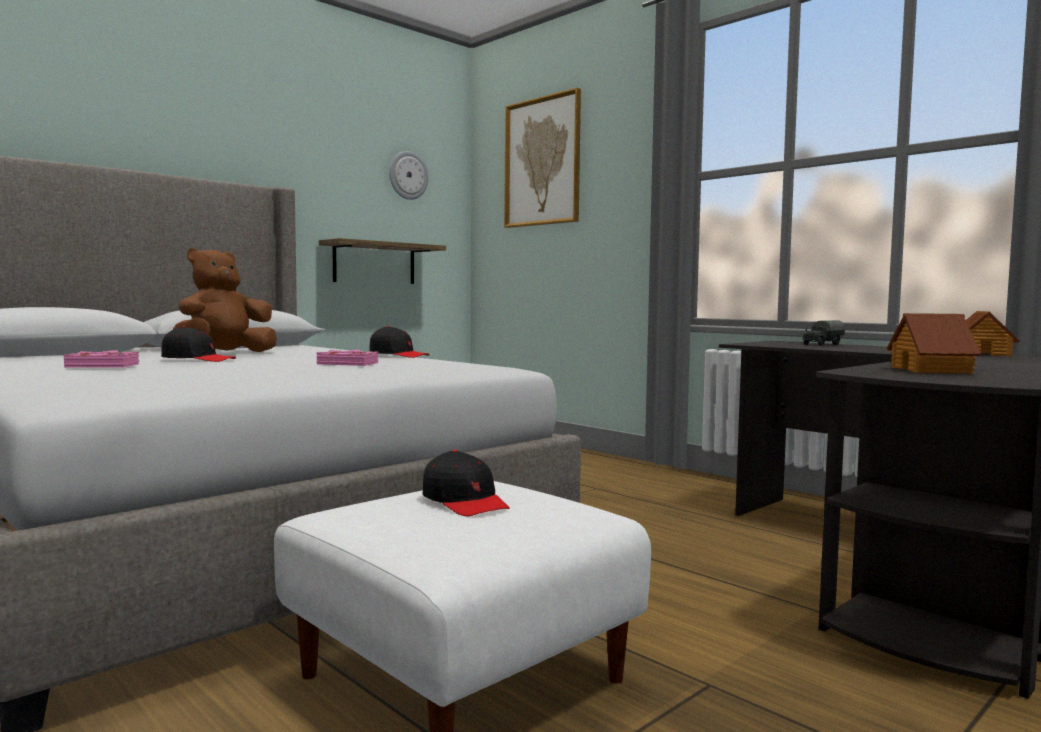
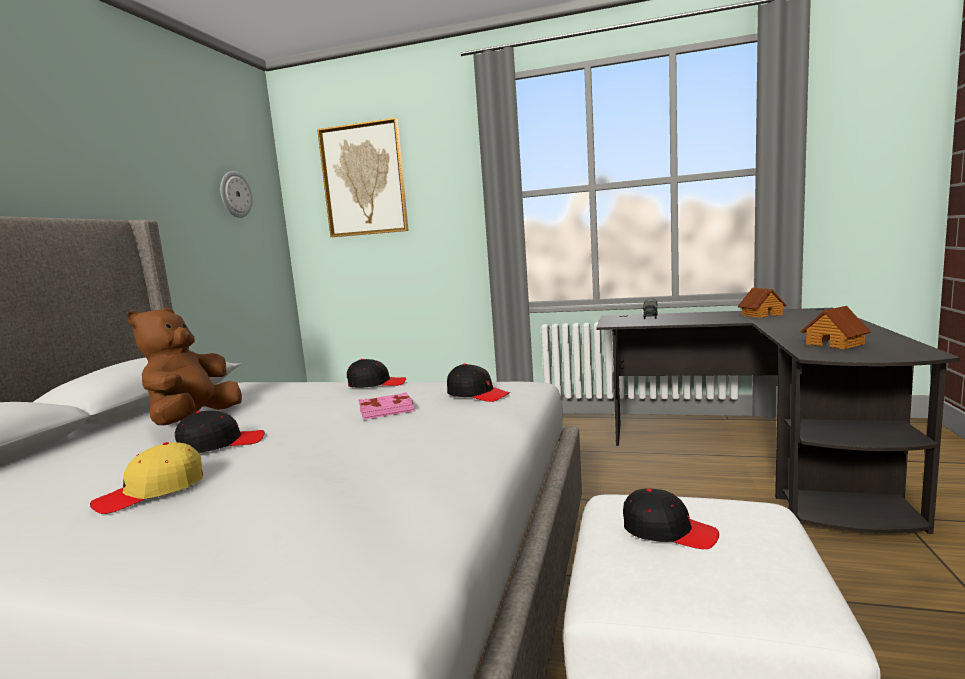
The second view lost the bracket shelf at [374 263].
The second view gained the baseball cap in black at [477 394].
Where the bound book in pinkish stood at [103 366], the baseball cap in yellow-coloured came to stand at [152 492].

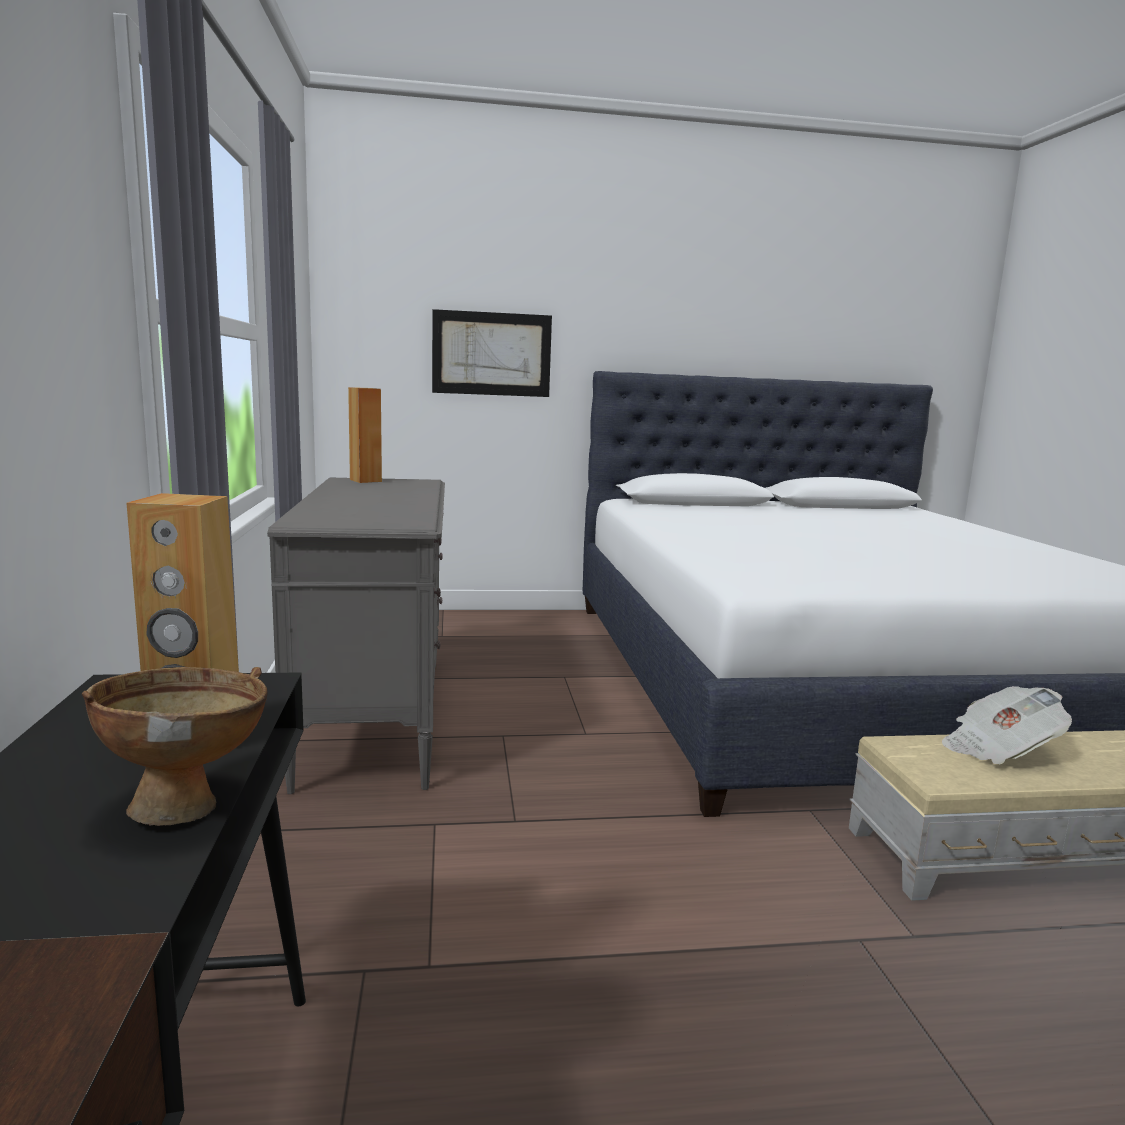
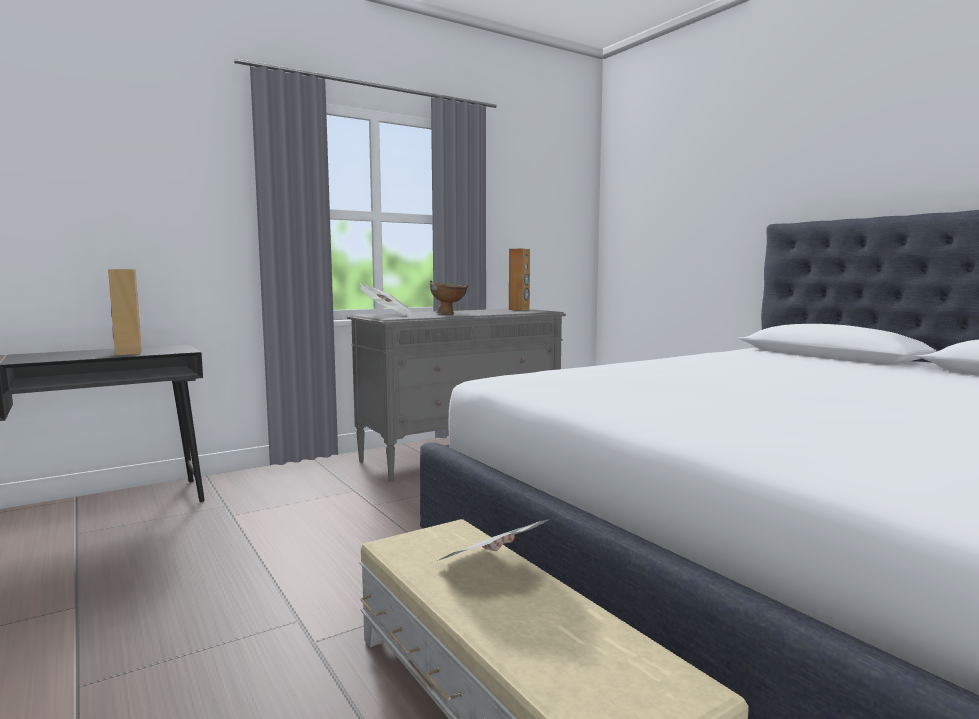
The second view lost the picture at [491 354].
The second view gained the daily paper at [387 315].
The serving bowl in brownish ended up elsewhere, having gone from [191 803] to [449 314].

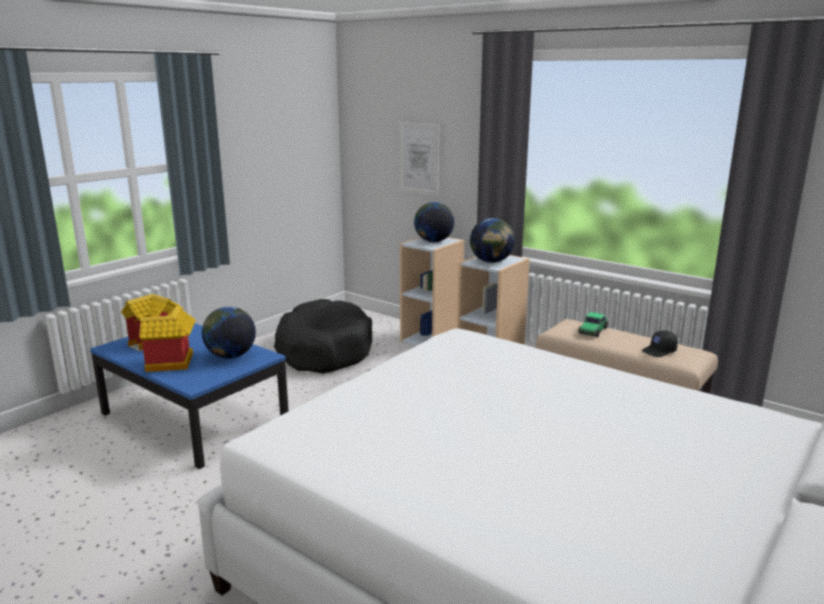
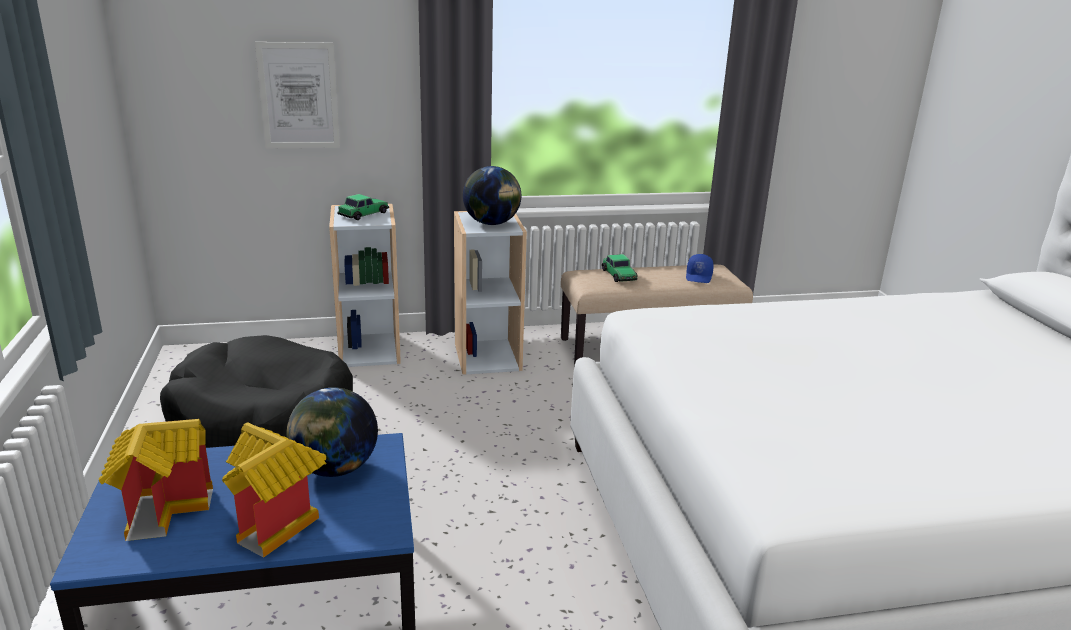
Where the globe stood at [433 241], the model car came to stand at [364 214].
What was the baseball cap in black at [659 351] turned into the baseball cap in blue at [699 277].

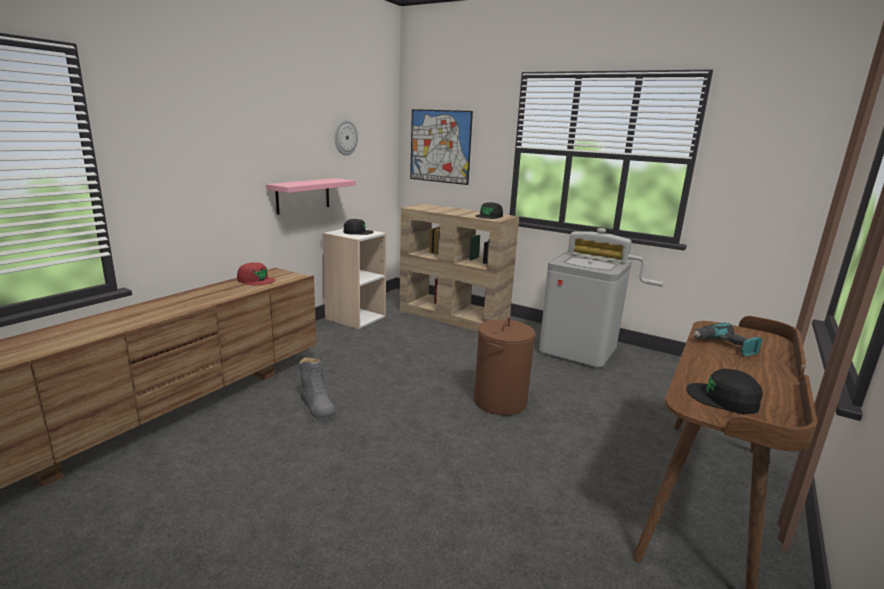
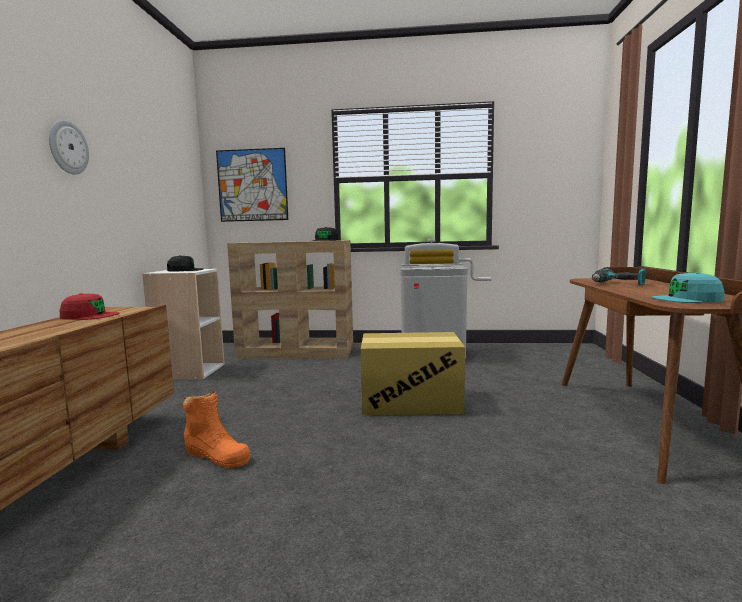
The second view lost the bracket shelf in pinkish at [303 195].
The wall clock ended up elsewhere, having gone from [345 137] to [68 147].
Where the laundry basket in brownish stood at [500 401], the packing box came to stand at [410 401].
What was the boot in greyish at [317 406] turned into the boot in orangey at [217 456].
What was the baseball cap in black at [723 399] turned into the baseball cap in turquoise at [688 299].

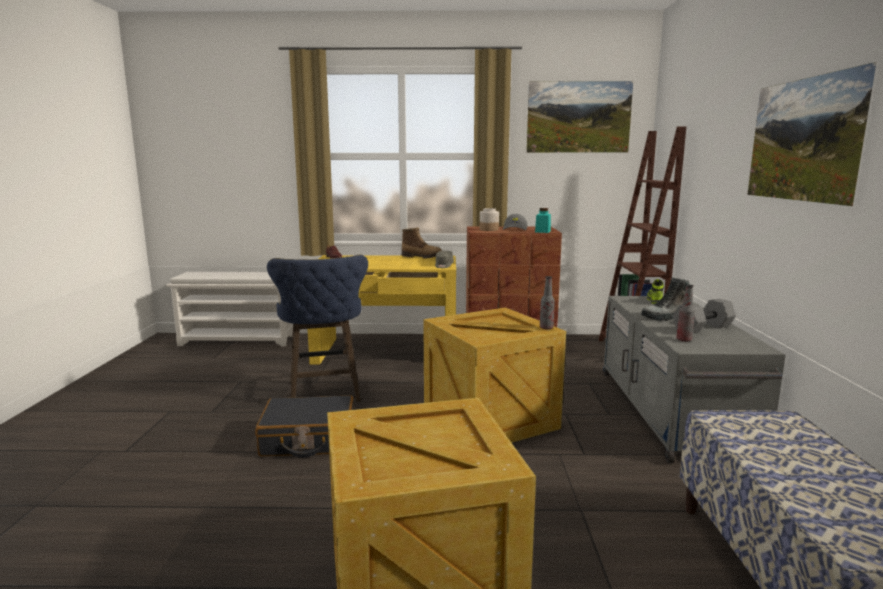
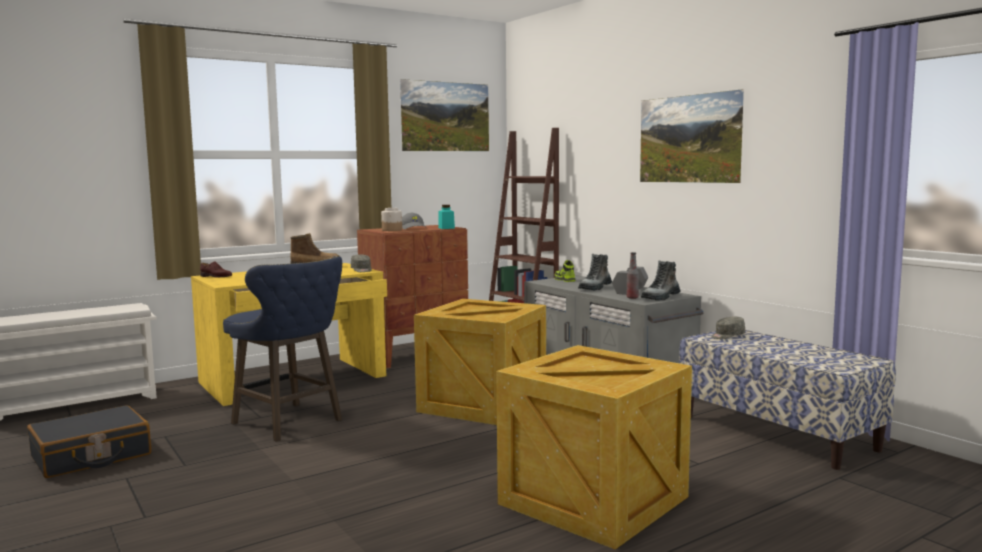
The second view lost the beverage bottle at [546 328].
The second view gained the boot at [661 297].
The second view gained the baseball cap in greyish at [727 336].
The travel case in black ended up elsewhere, having gone from [308 439] to [91 456].

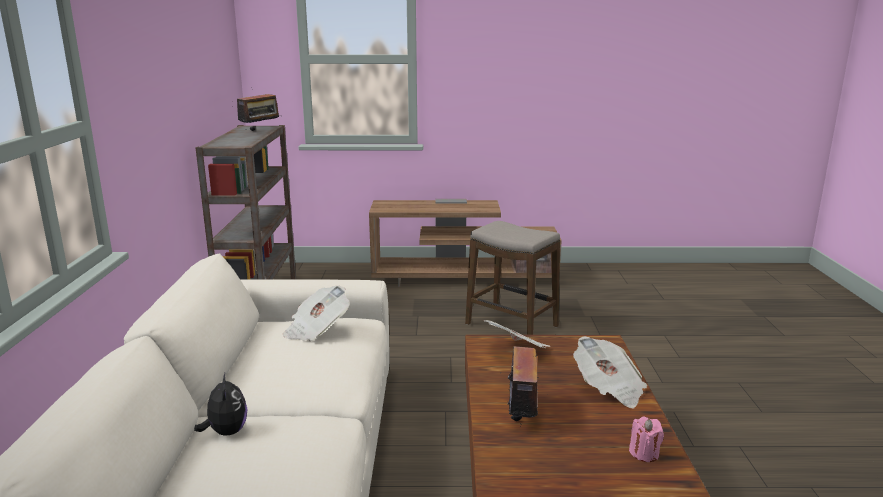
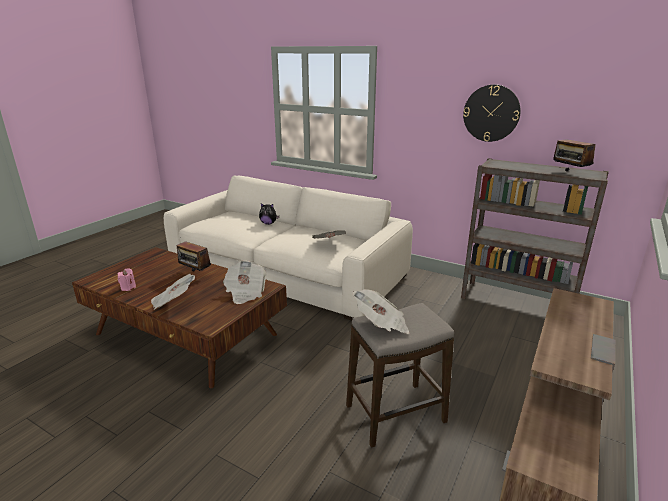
The second view gained the daily paper at [381 324].
The second view gained the wall clock at [491 113].

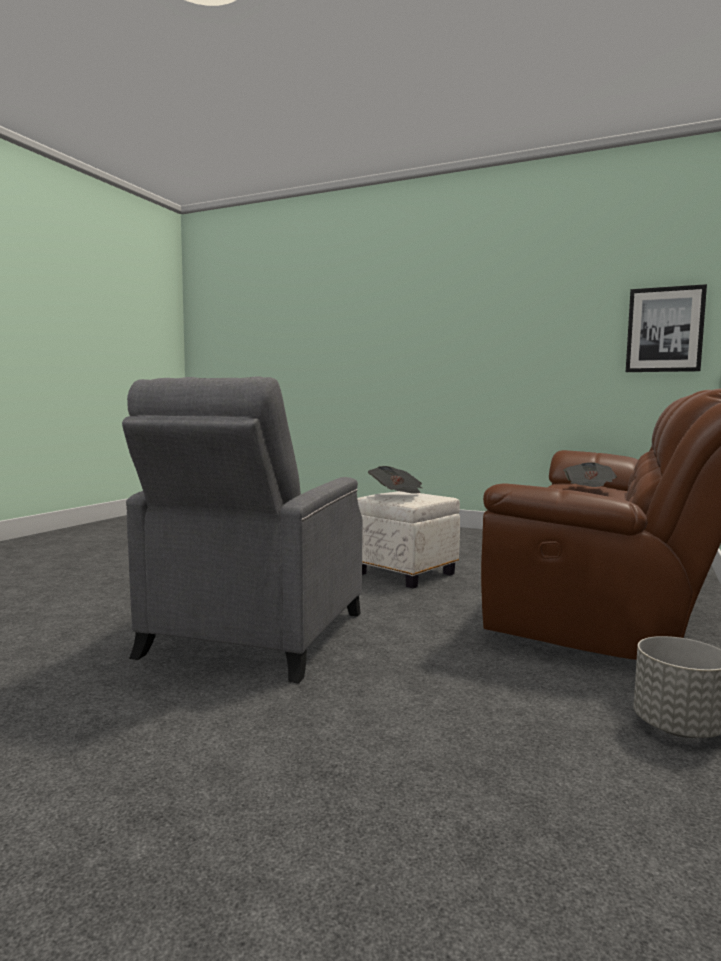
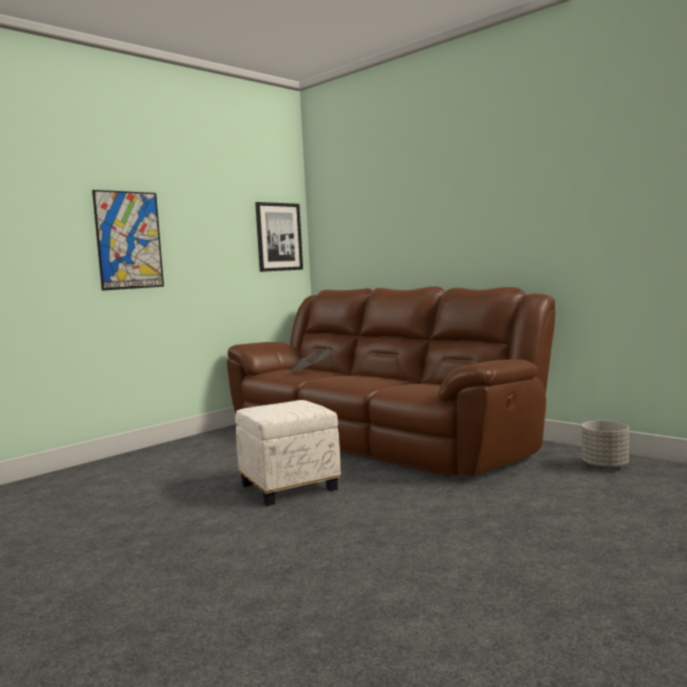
The second view lost the lounge chair in greyish at [251 637].
The second view lost the daily paper at [397 496].
The second view gained the picture at [129 240].

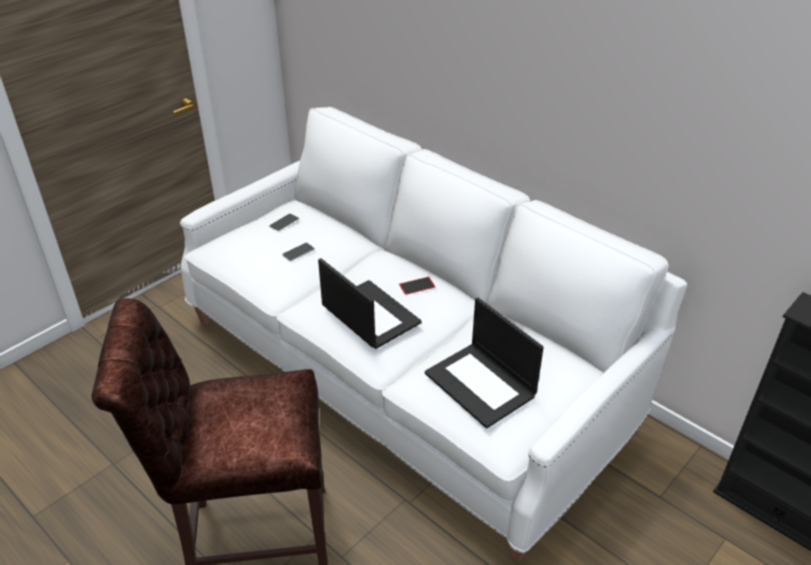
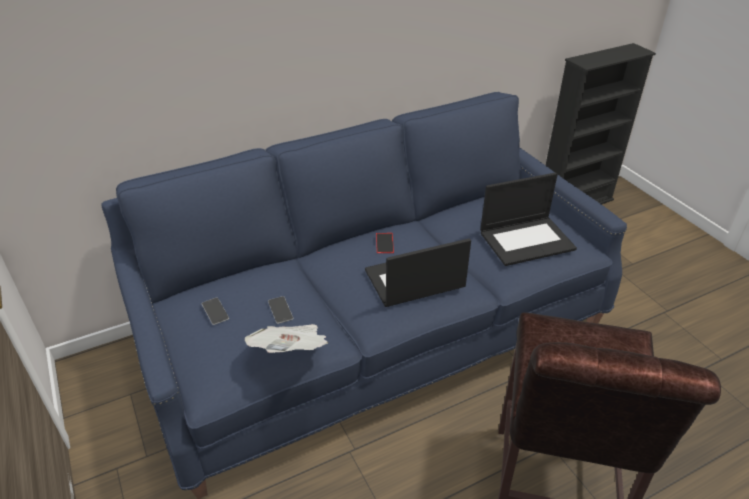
The second view gained the daily paper at [291 352].
What was the sofa in whitish at [406 370] turned into the sofa in blue at [375 334].

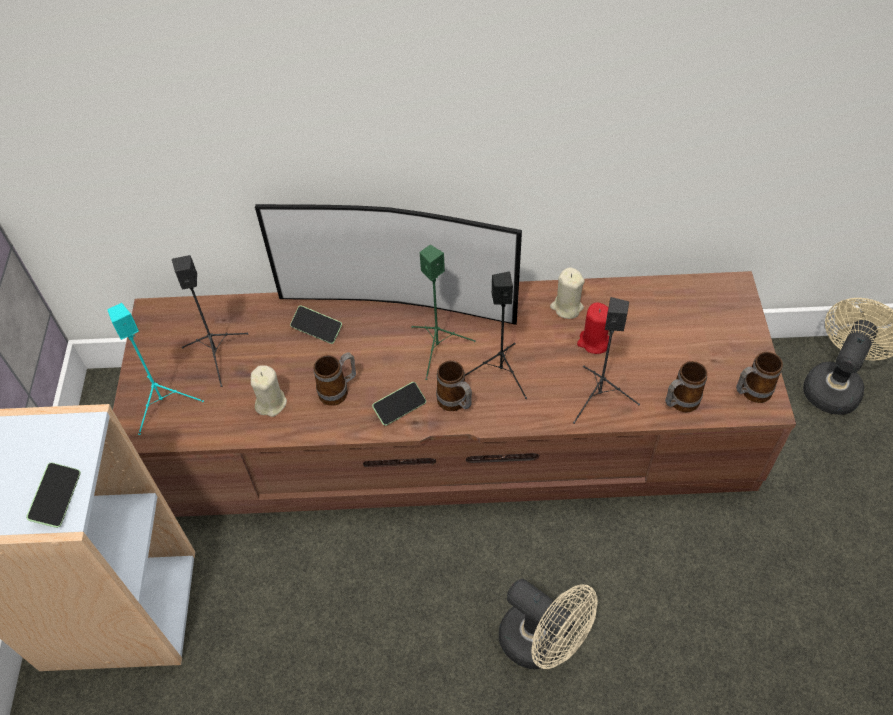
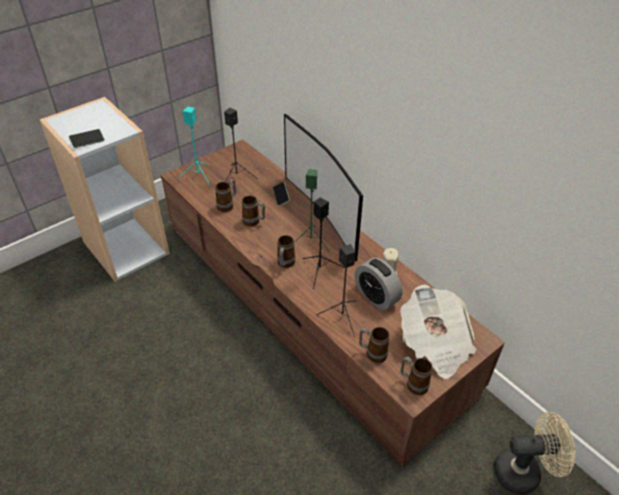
The second view lost the phone at [400 407].
The second view lost the electric fan in beige-coloured at [542 643].
The second view gained the daily paper at [435 344].
Where the wax candle in beige-coloured stood at [271 403], the mug came to stand at [228 205].
Where the wax candle in red-coloured stood at [593 342], the bedside clock came to stand at [376 296].

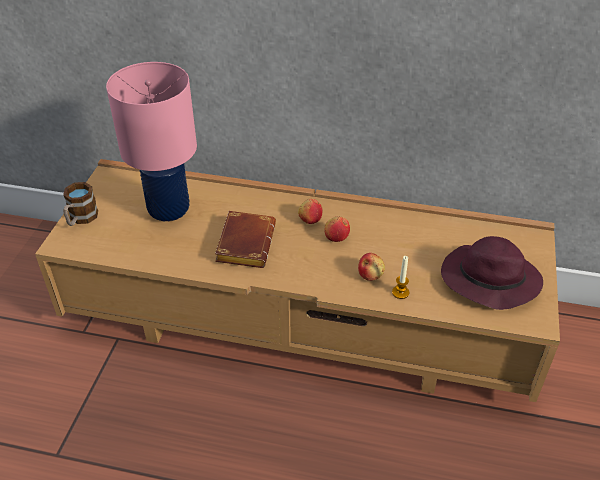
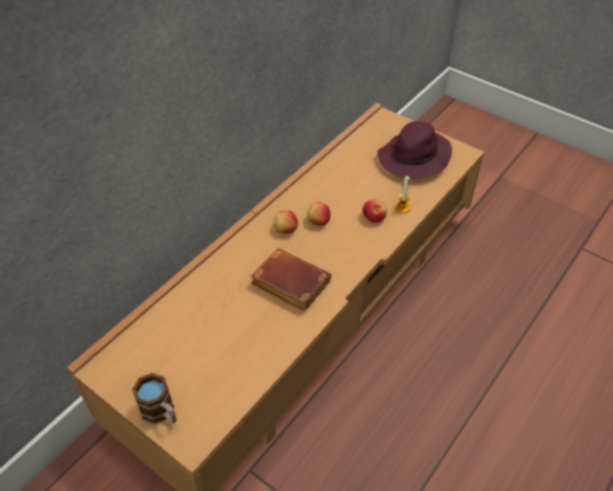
The second view lost the table lamp in pinkish at [170 212].

